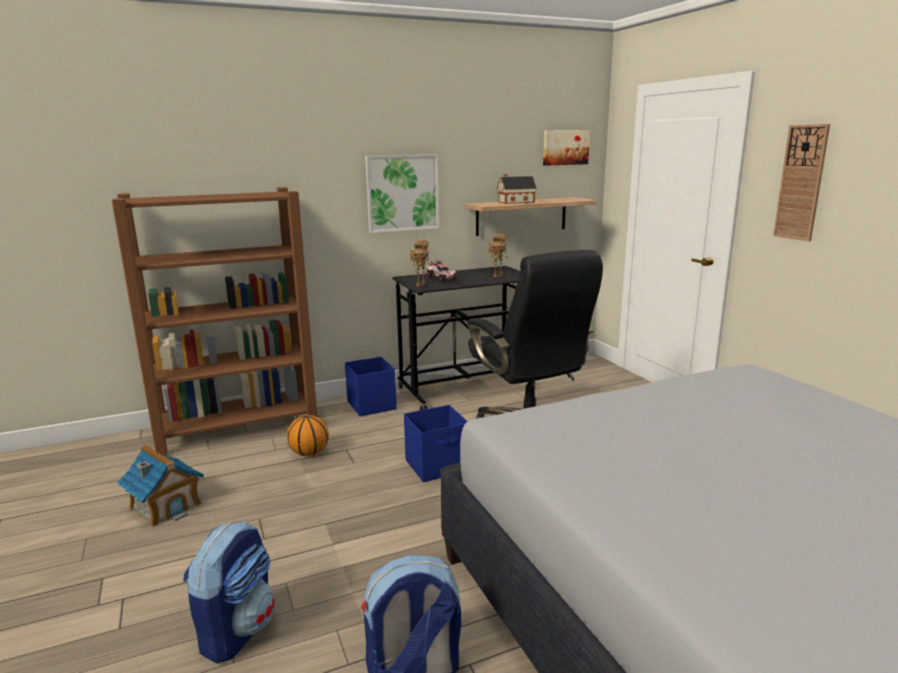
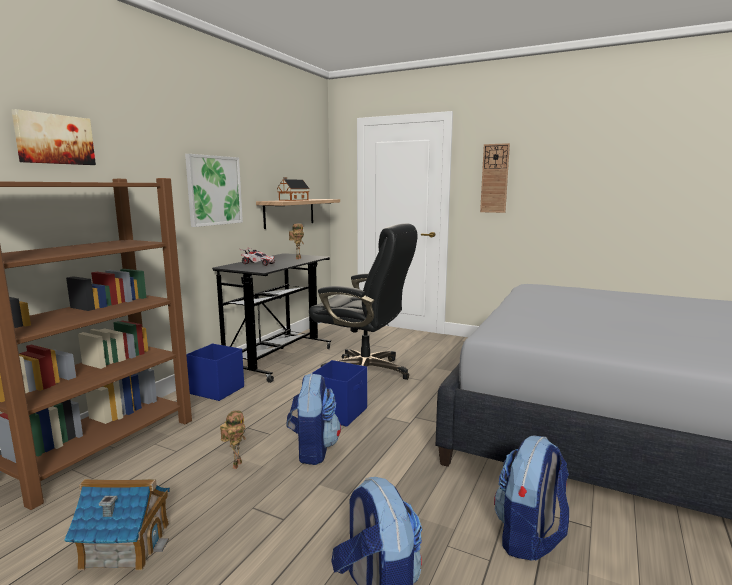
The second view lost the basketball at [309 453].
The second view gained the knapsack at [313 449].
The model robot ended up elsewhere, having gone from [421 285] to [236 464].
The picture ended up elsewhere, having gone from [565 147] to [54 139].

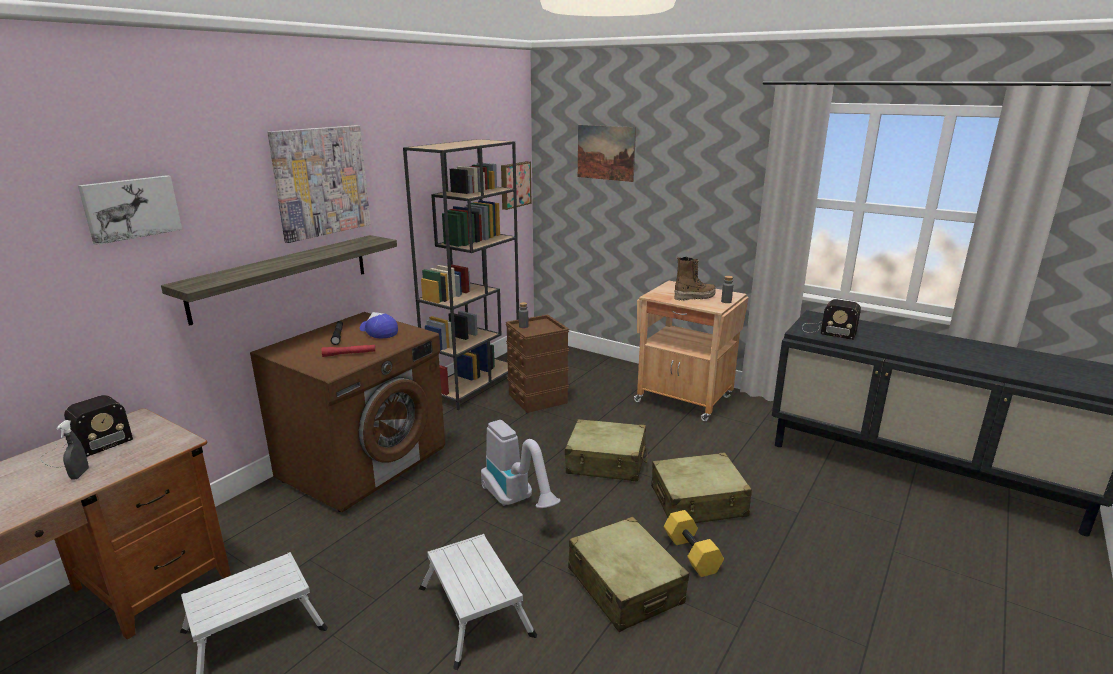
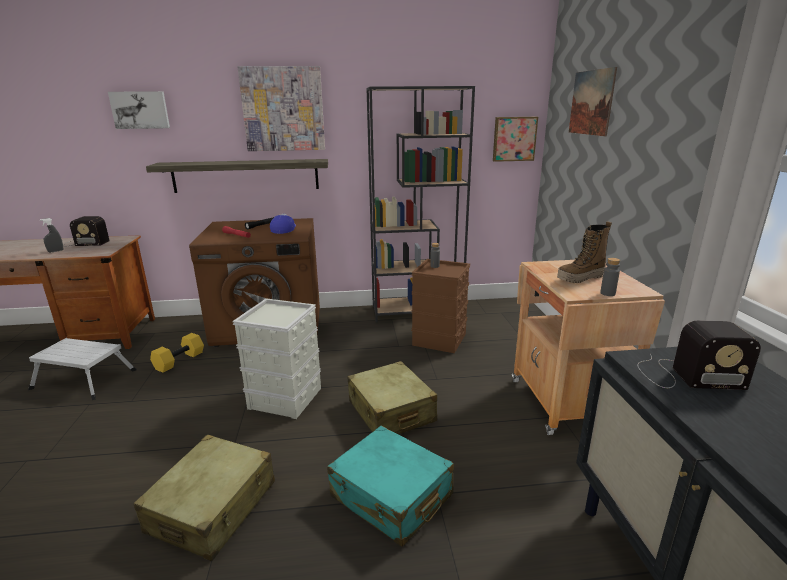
The second view lost the step ladder in whitish at [475 610].
The hand weight in yellow-coloured ended up elsewhere, having gone from [690 553] to [179 360].
Where the hoover stood at [517 501], the storage box in greyish came to stand at [286 398].
What was the travel case in beige-coloured at [698 502] turned into the travel case in turquoise at [391 496].
The boot at [694 297] ended up facing another way, 120 degrees clockwise from before.
The radio receiver at [826 330] ended up facing another way, 75 degrees counterclockwise from before.

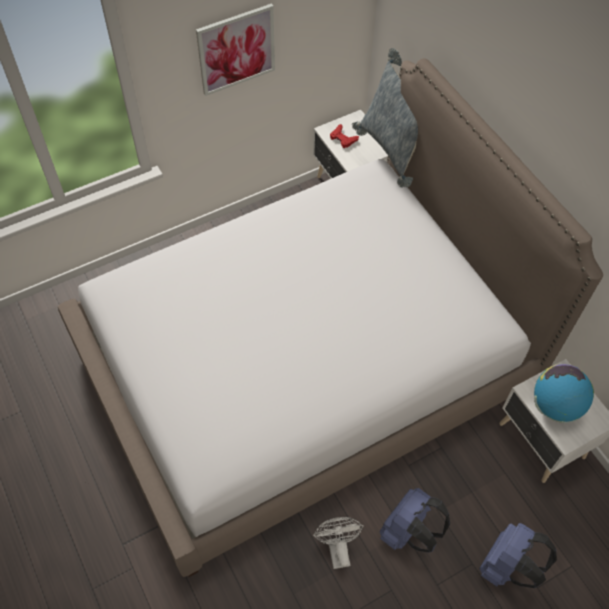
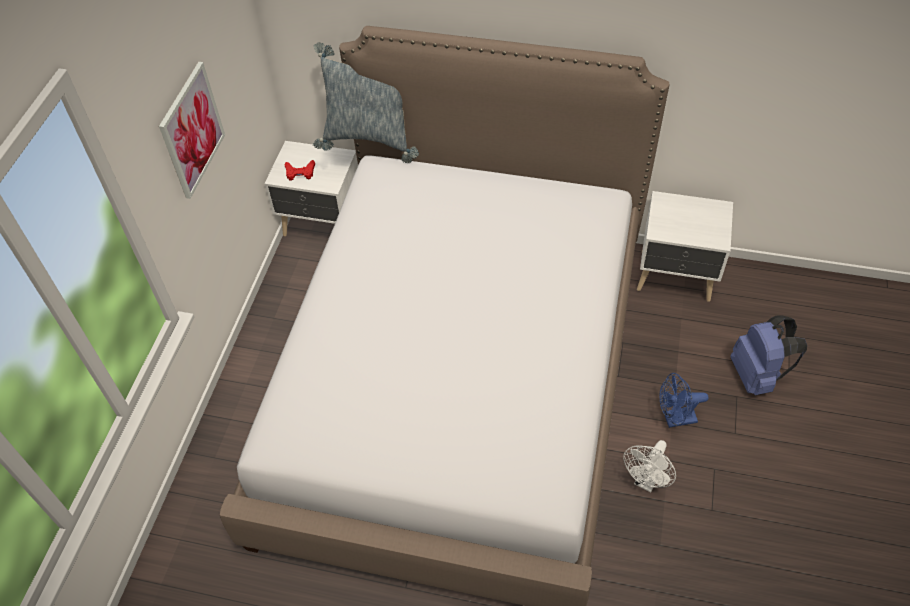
The second view lost the globe at [555 405].
Where the knapsack in blue stood at [408 532], the electric fan in blue came to stand at [675 419].
The electric fan in whitish at [337 548] ended up facing another way, 90 degrees counterclockwise from before.

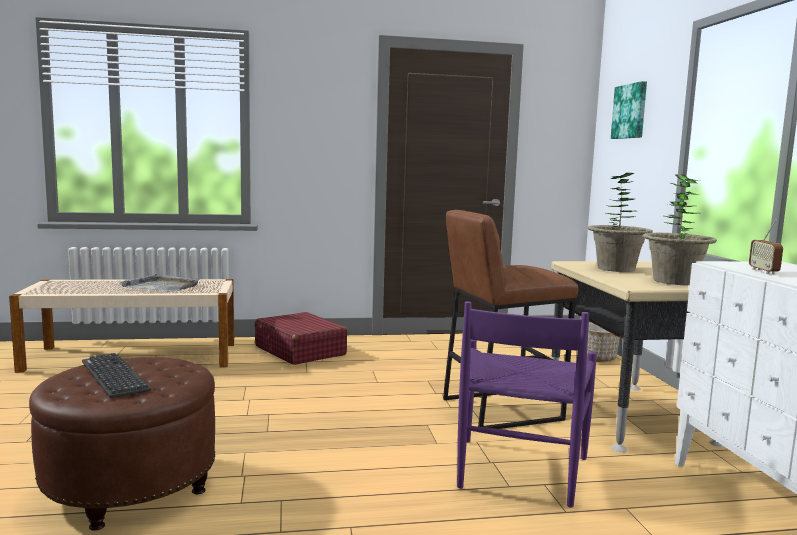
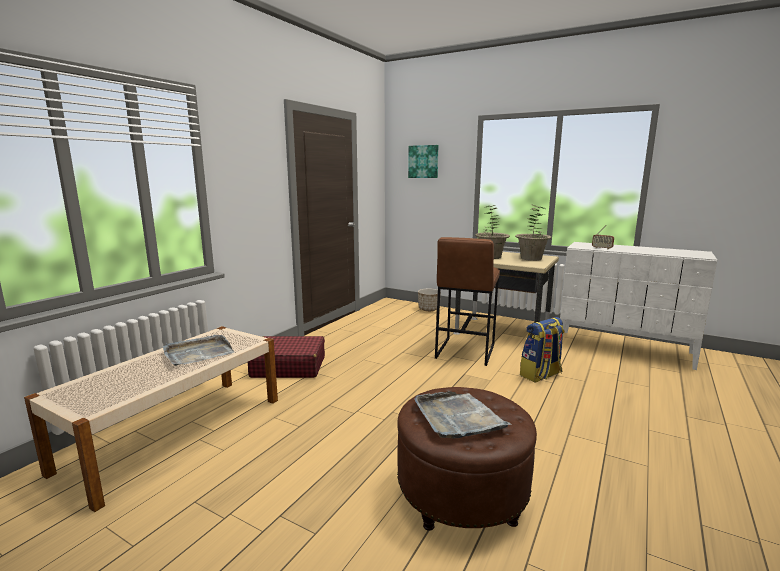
Where the keyboard stood at [114 376], the serving tray in greyish came to stand at [458 417].
Where the upright chair in purple-coloured stood at [519 473], the knapsack came to stand at [541 375].

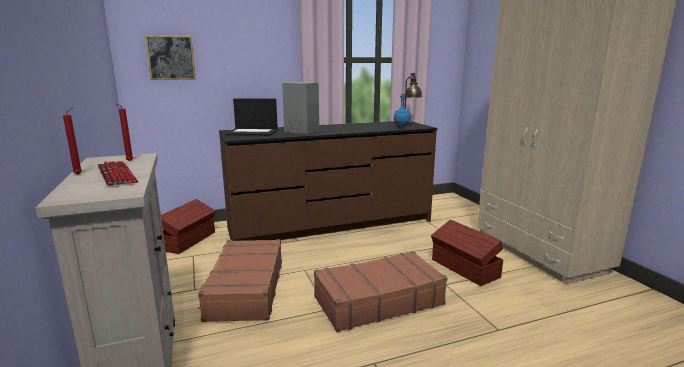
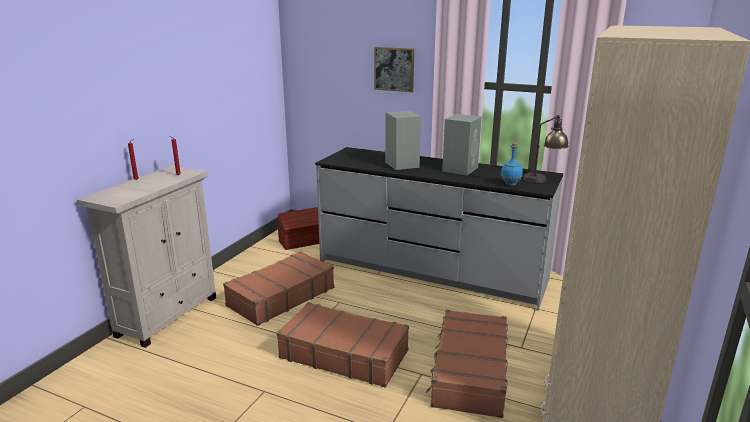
The second view lost the keyboard at [117 175].
The second view lost the notebook computer at [253 132].
The second view gained the audio speaker in greyish at [460 169].
The picture ended up elsewhere, having gone from [171 57] to [394 69].
Where the storage box in brownish stood at [464 269], the travel case in brownish came to stand at [469 372].
What was the dresser in brownish at [331 224] turned into the dresser in greyish at [431 271].

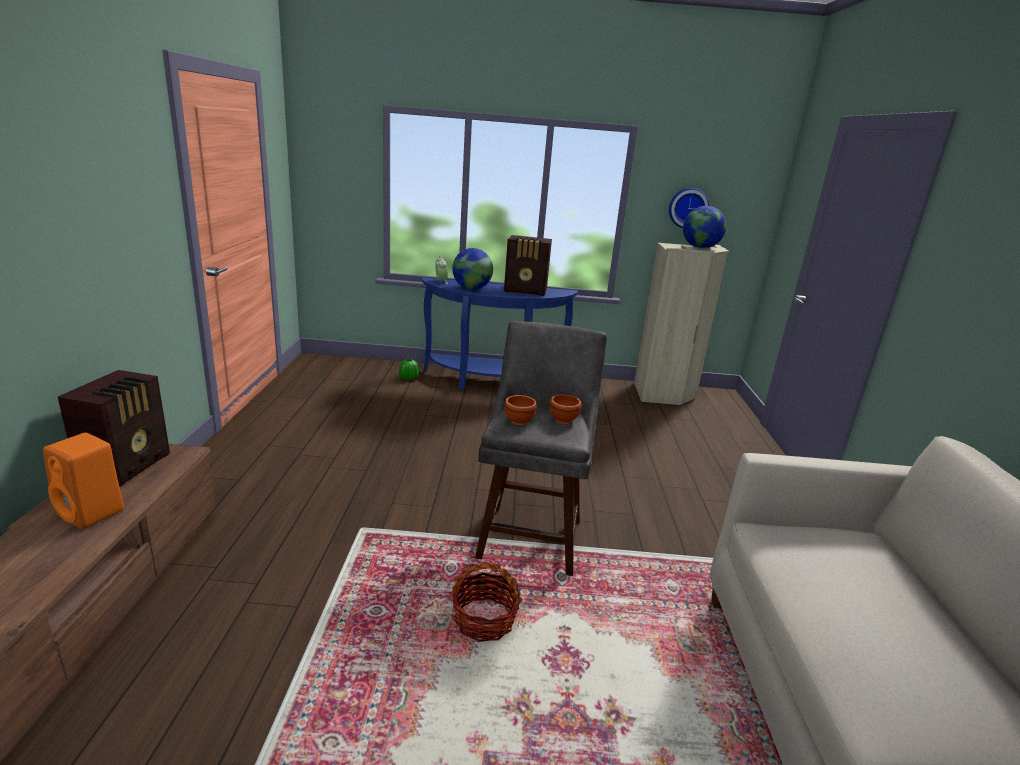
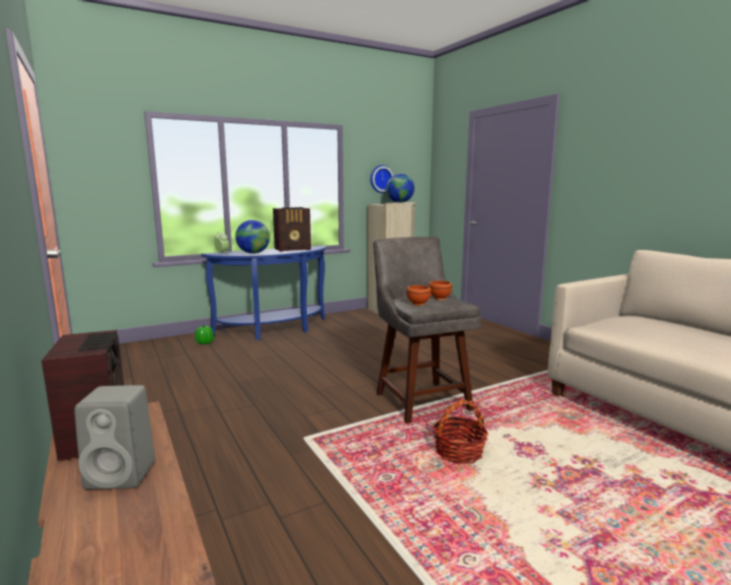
What was the audio speaker in orangey at [92 513] turned into the audio speaker in greyish at [123 474].

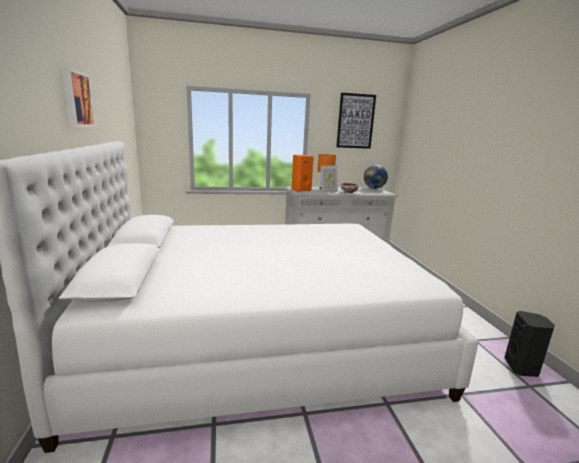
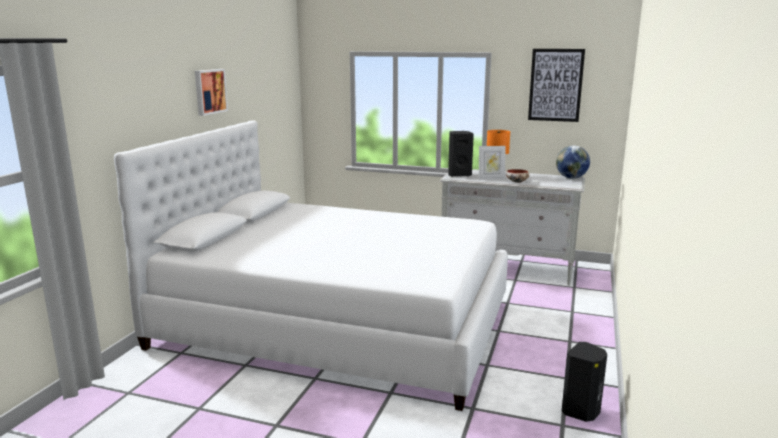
What was the audio speaker in orangey at [300 190] turned into the audio speaker in black at [459 175].

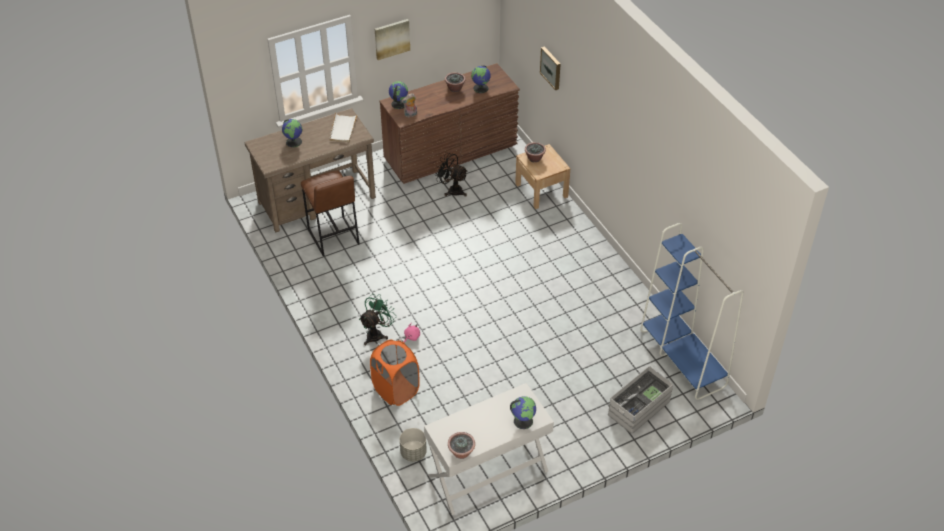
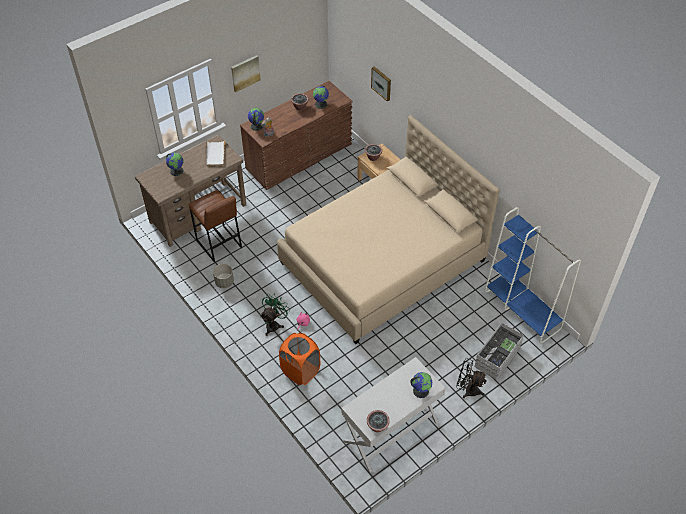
The second view gained the bedroom bed in beige-coloured at [382 262].
The plant pot in greyish ended up elsewhere, having gone from [413 452] to [224 282].
The electric fan in black ended up elsewhere, having gone from [452 190] to [468 389].

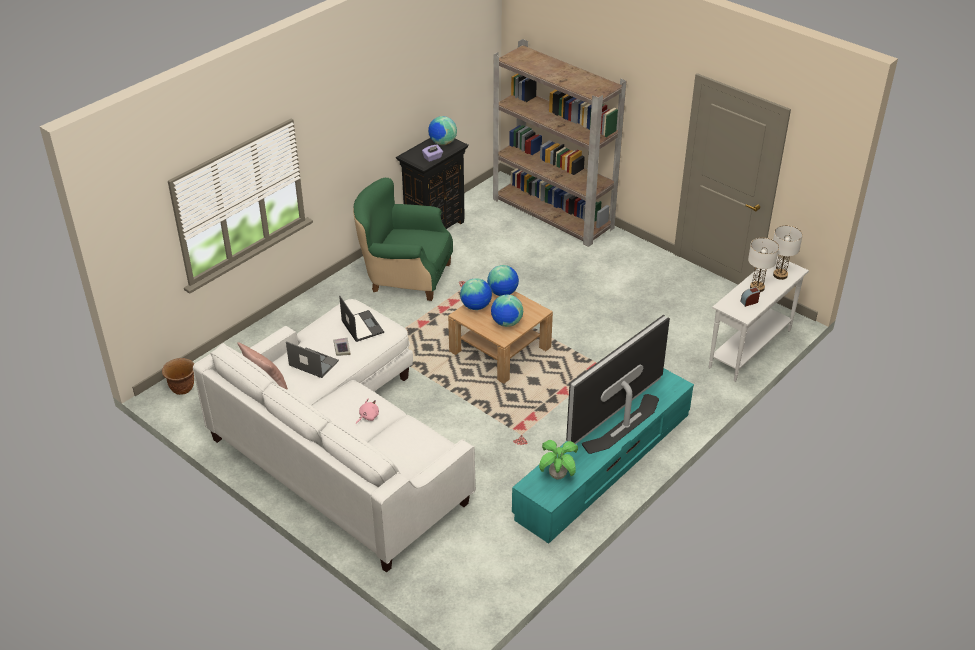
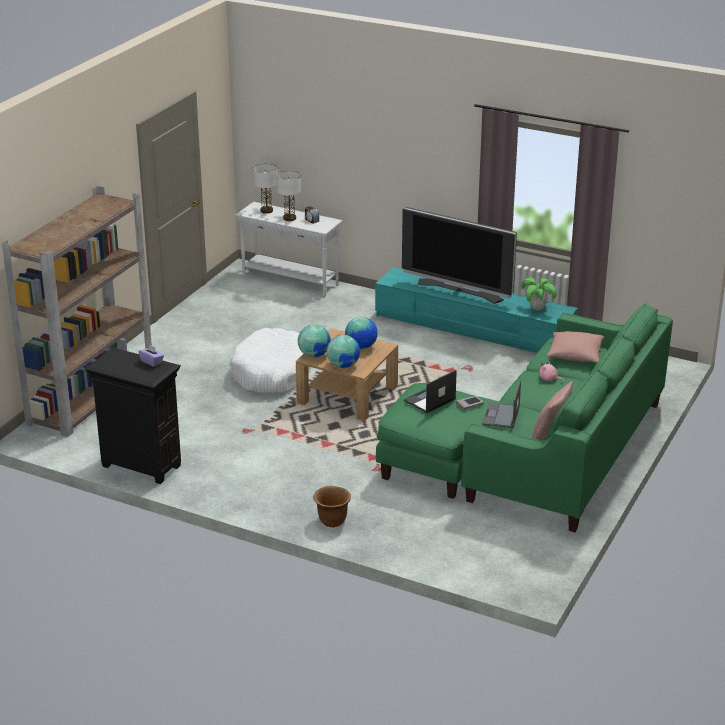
The second view lost the lounge chair in green-coloured at [405 276].
The second view lost the globe at [442 143].
The second view gained the dog cushion in whitish at [272 374].
The second view gained the throw pillow in pinkish at [575 355].
The plant pot in brownish ended up elsewhere, having gone from [182 388] to [332 521].
What was the sofa in whitish at [343 450] turned into the sofa in green-coloured at [537 453].

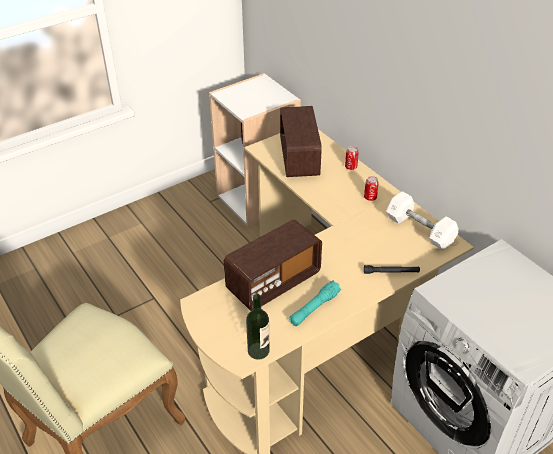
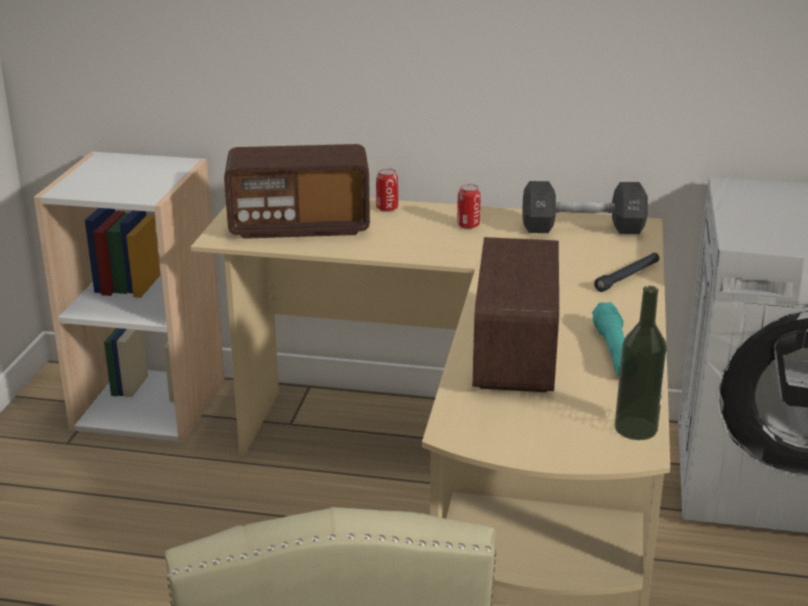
What was the hand weight in whitish at [420 230] turned into the hand weight in black at [582 228].
The radio receiver at [299 158] ended up facing another way, 45 degrees counterclockwise from before.

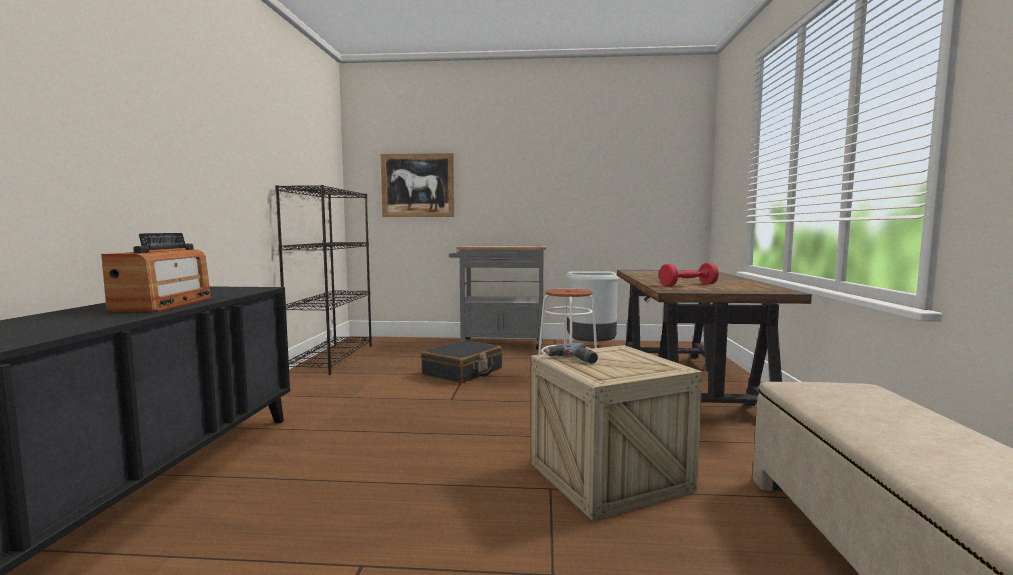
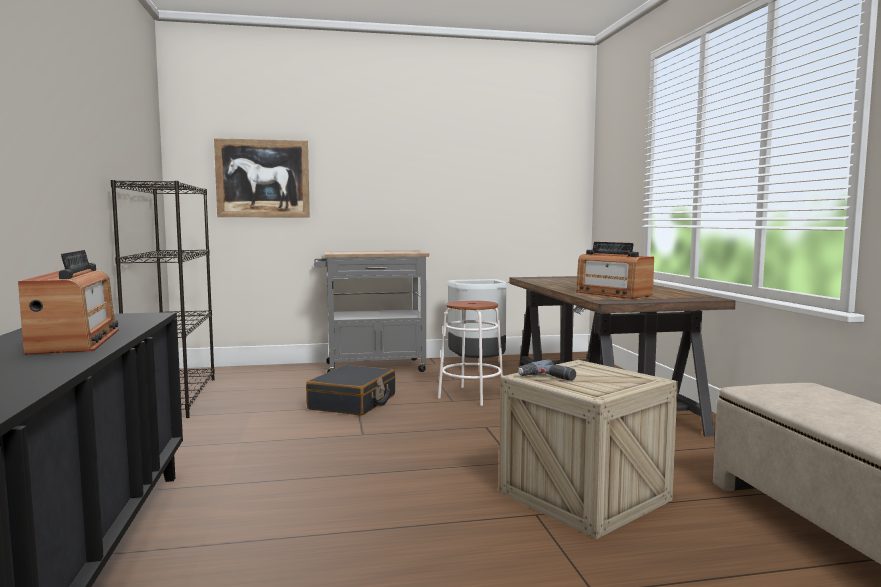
Where the hand weight in red-coloured stood at [688 285], the radio receiver came to stand at [612 294].

